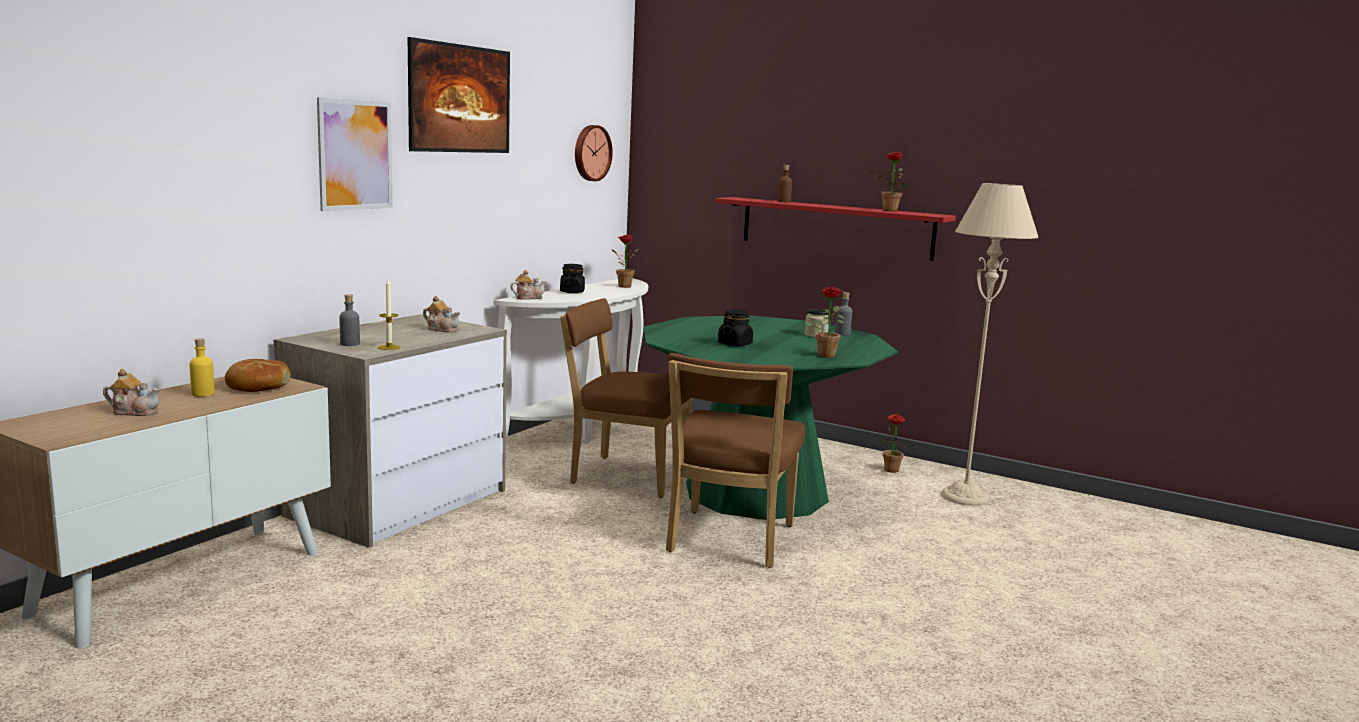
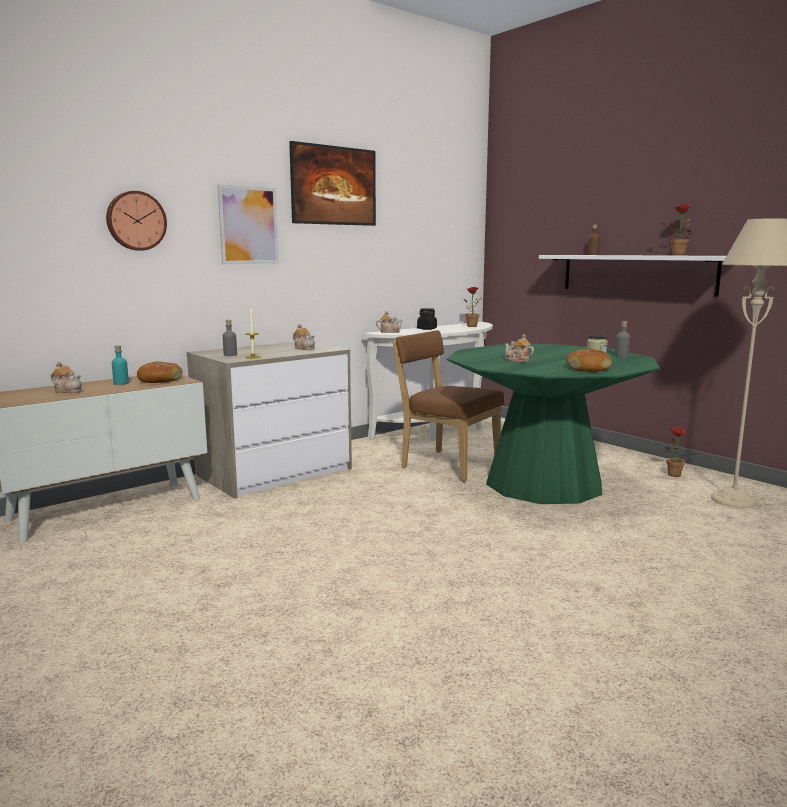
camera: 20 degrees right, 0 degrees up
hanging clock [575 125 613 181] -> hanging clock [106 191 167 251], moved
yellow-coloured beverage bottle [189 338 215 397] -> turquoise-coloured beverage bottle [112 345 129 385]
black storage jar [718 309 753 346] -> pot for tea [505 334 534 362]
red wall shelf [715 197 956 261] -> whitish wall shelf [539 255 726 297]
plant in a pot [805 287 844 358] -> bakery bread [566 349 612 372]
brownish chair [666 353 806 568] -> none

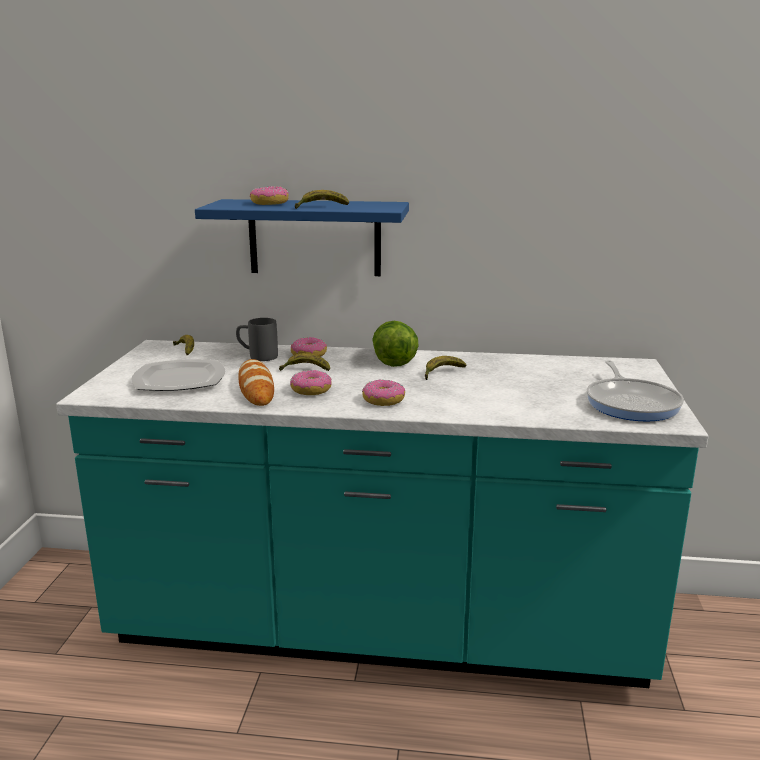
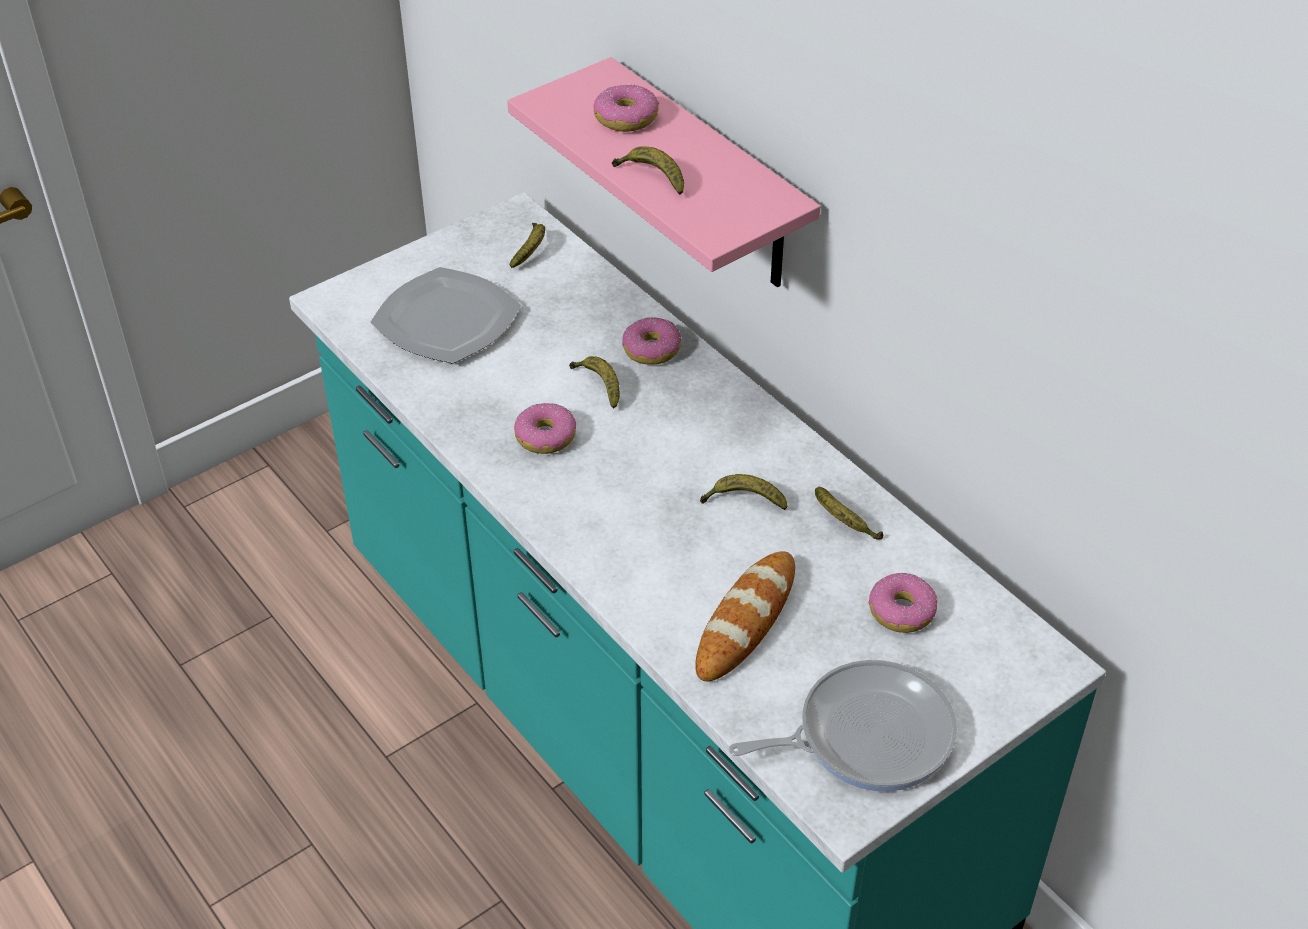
camera: 45 degrees right, 25 degrees up
blue-coloured wall shelf [195 199 409 276] -> pinkish wall shelf [507 57 820 288]
bakery bread [239 359 274 406] -> bakery bread [695 551 795 681], moved
skillet [587 360 684 422] -> skillet [729 660 957 792], 150 degrees counterclockwise
none -> banana fruit [815 487 883 540]
doughnut [362 380 405 406] -> doughnut [869 573 938 633], moved
greyish mug [236 318 278 361] -> none
lettuce [372 321 419 367] -> none

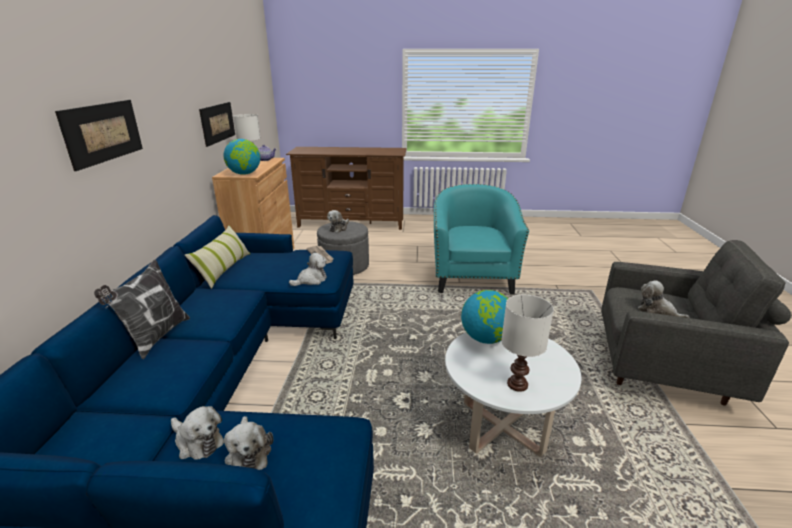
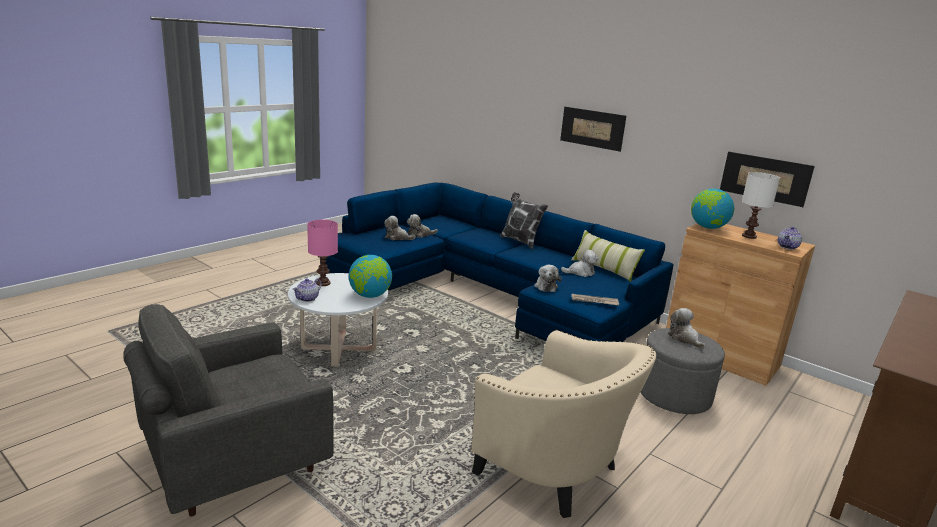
camera: 125 degrees right, 5 degrees down
none -> pot for tea [292 278 322 302]
whitish table lamp [501 295 554 392] -> pinkish table lamp [307 220 338 286]
turquoise-coloured easy chair [434 184 529 294] -> beige easy chair [471 330 656 518]
cuddly toy [638 281 689 318] -> cuddly toy [561 250 598 277], moved

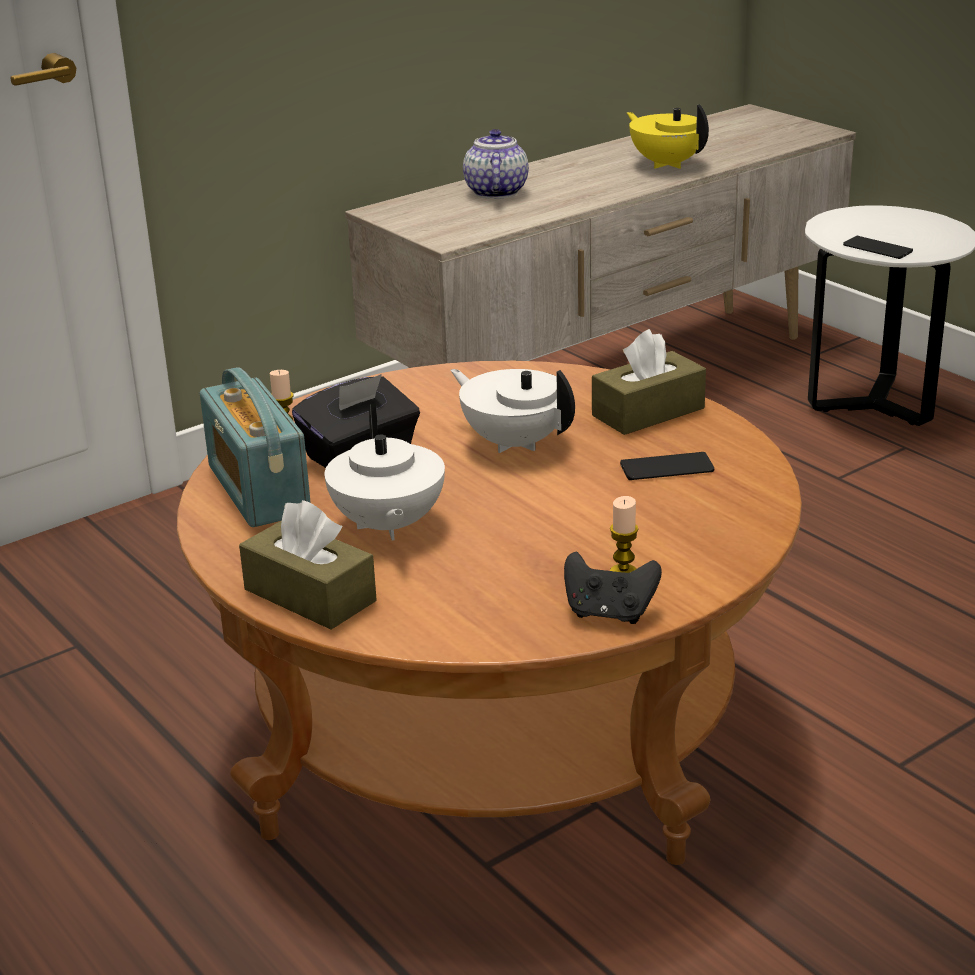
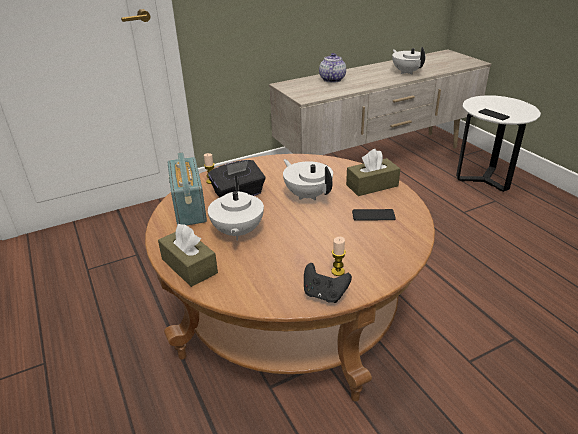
camera: 10 degrees right, 5 degrees up
yellow-coloured pot for tea [627 104 709 169] -> whitish pot for tea [392 47 426 74]

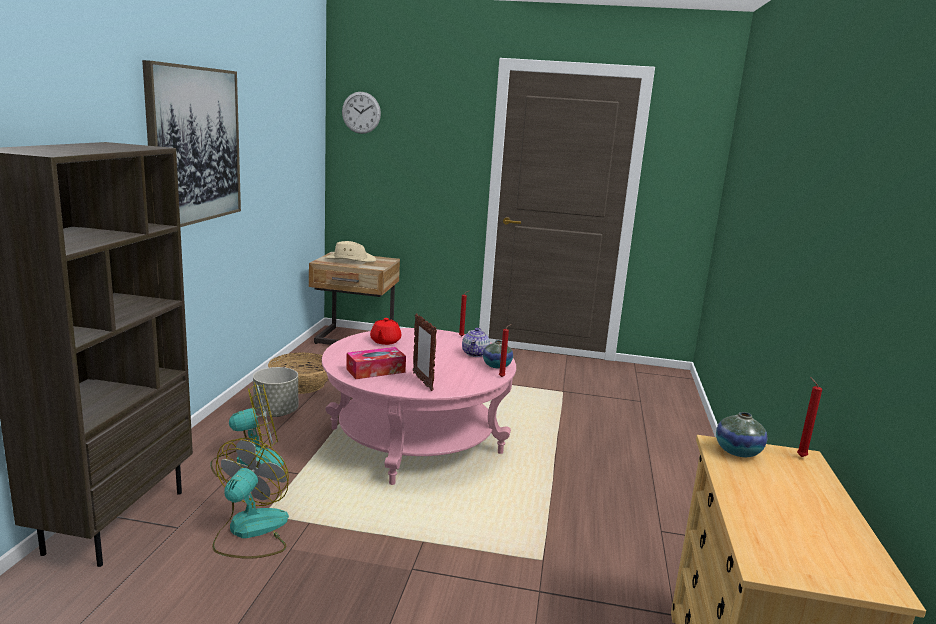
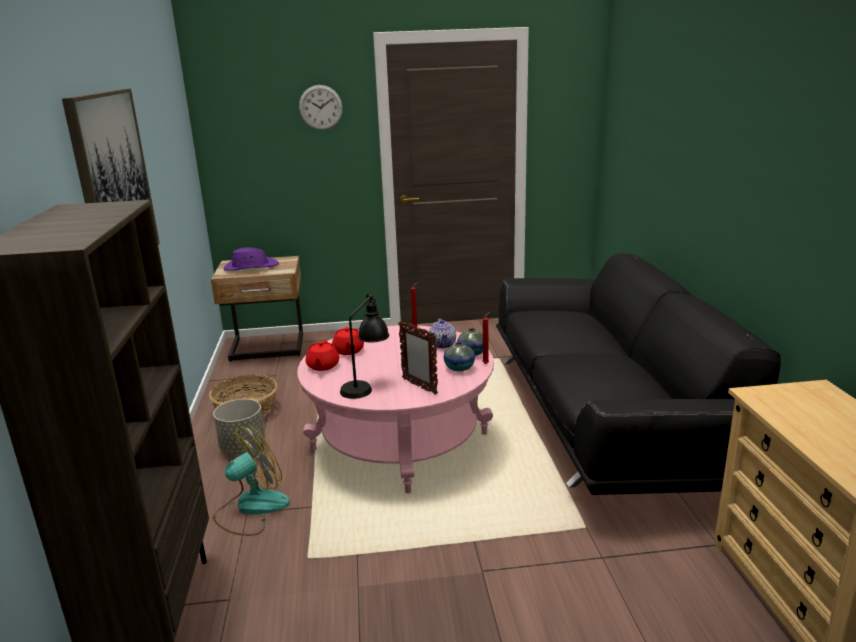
camera: 15 degrees left, 5 degrees up
beige hat [325 241 376 262] -> purplish hat [224 247 279 271]
hanging clock [342 92 381 134] -> hanging clock [299 85 343 130], moved
none -> red pot for tea [306 341 339 371]
box of tissues [346 347 406 379] -> black table lamp [340 294 389 399]
decorative vase [716 412 767 457] -> decorative vase [444 342 475 371], moved
none -> black settee [496 253 781 495]
cooling fan [212 438 289 559] -> none
red candle [797 377 822 457] -> none

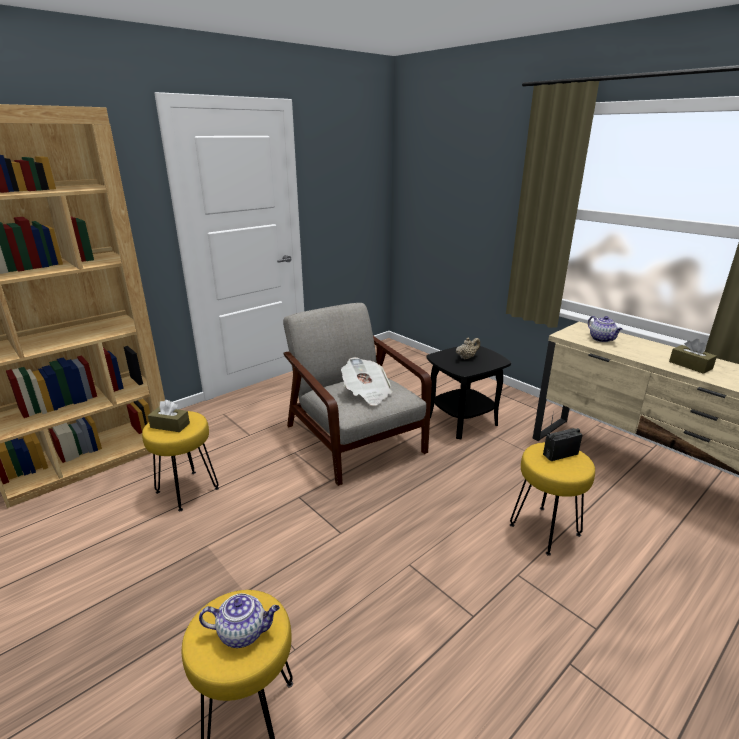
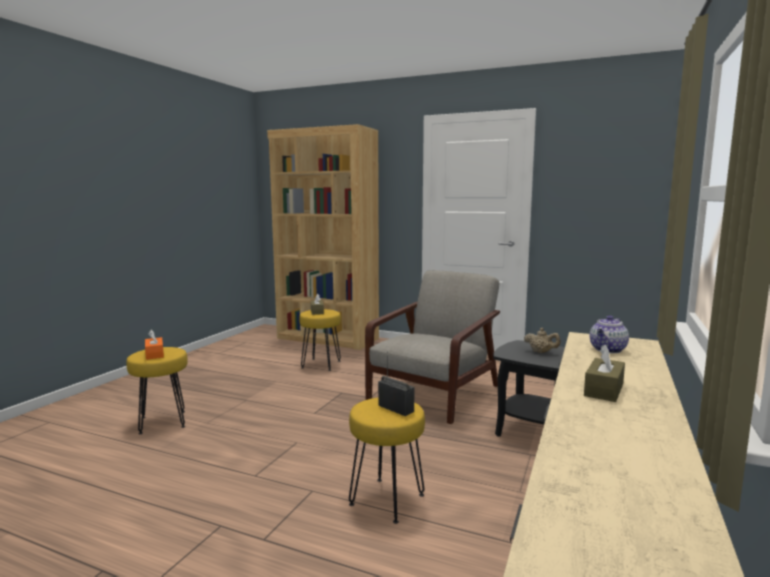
camera: 65 degrees right, 15 degrees down
pot for tea [199 593 280 648] -> orange-coloured box of tissues [145 330 164 360]
daily paper [341 357 393 406] -> none

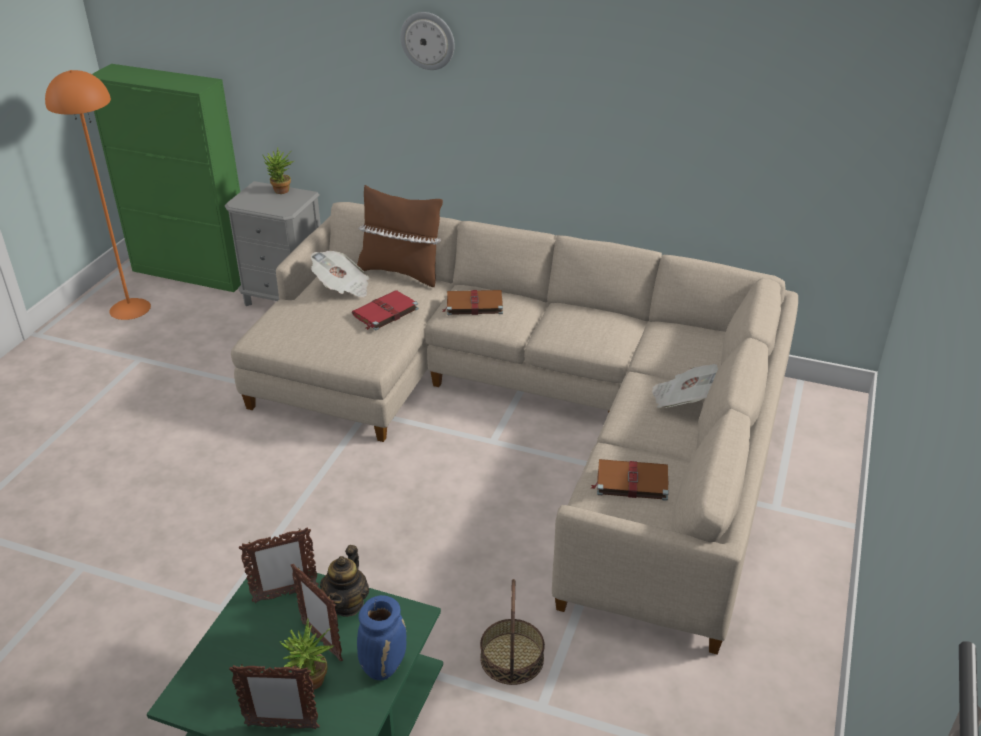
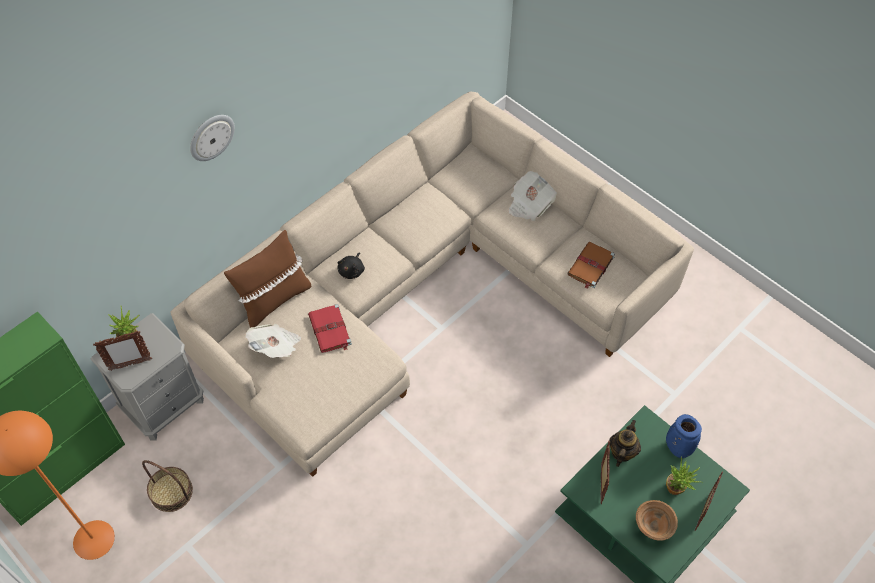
camera: 65 degrees left, 20 degrees up
photo frame [291 564 343 661] -> photo frame [93 331 152 371], moved
storage basket [480 579 545 685] -> storage basket [142 460 193 512], moved
brownish bound book [442 290 503 315] -> black cuddly toy [338 252 365 279]
pot for tea [320 545 369 617] -> pot for tea [609 420 641 467], 105 degrees counterclockwise
none -> brownish serving bowl [636 500 678 541]

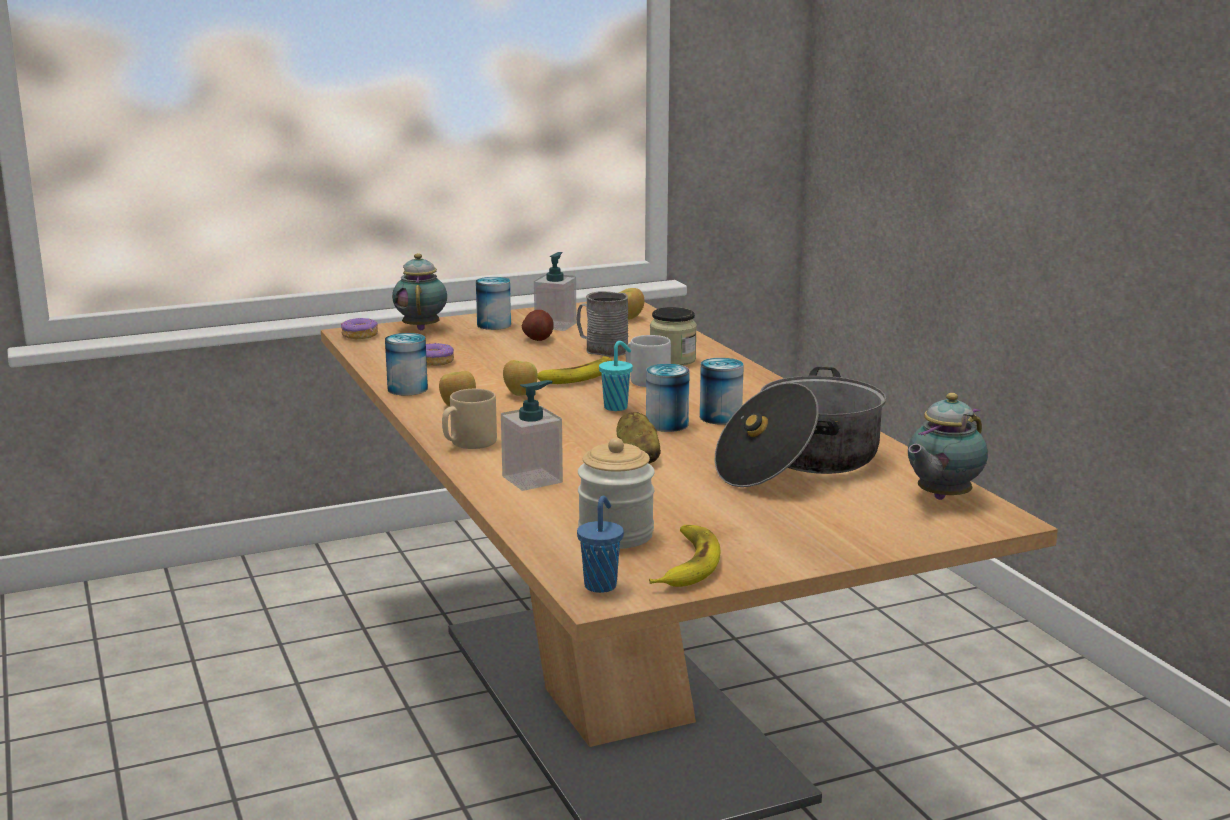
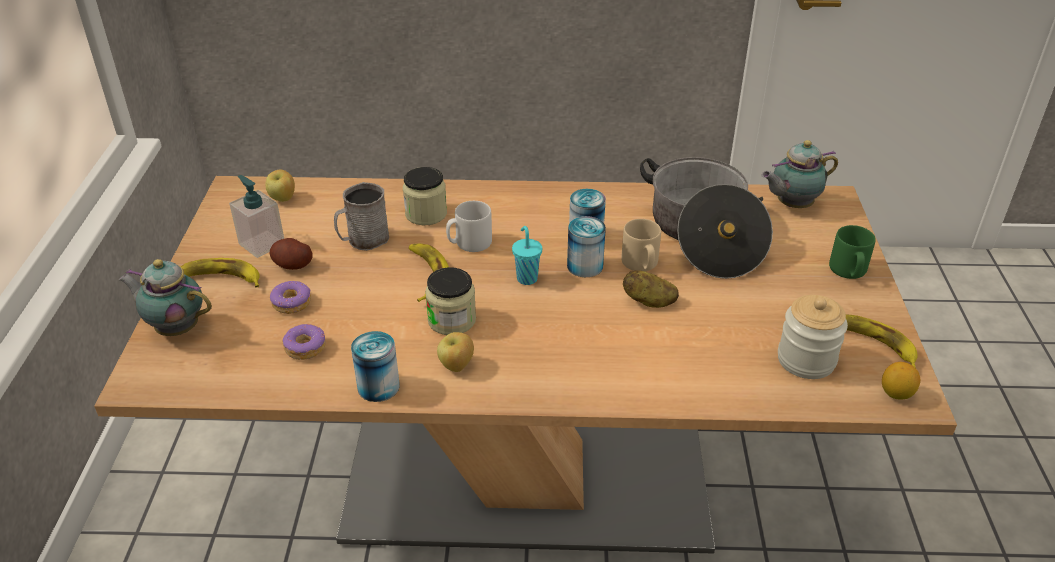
camera: 65 degrees left, 20 degrees up
metal can [476 277 511 330] -> banana fruit [180 258 260 288]
doughnut [341 318 378 339] -> doughnut [270 281 311 314], moved
whole apple [503 360 538 396] -> storage jar [425 267 476 335]
beige mug [442 389 497 449] -> beige mug [621 219 661 271], moved
pot for tea [908 393 988 500] -> pot for tea [761 140 838 208], 90 degrees clockwise
none -> greenish mug [829 225 876 279]
blue-coloured small cup [577 496 624 593] -> whole lemon [882 362 920 400]
liquid soap bottle [501 380 563 491] -> none

